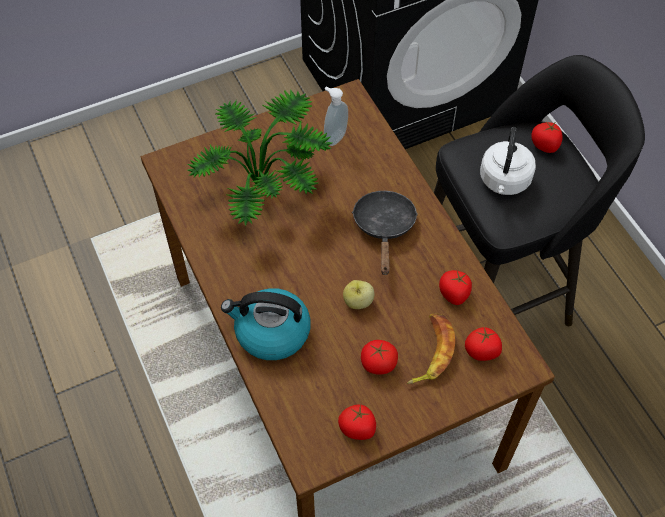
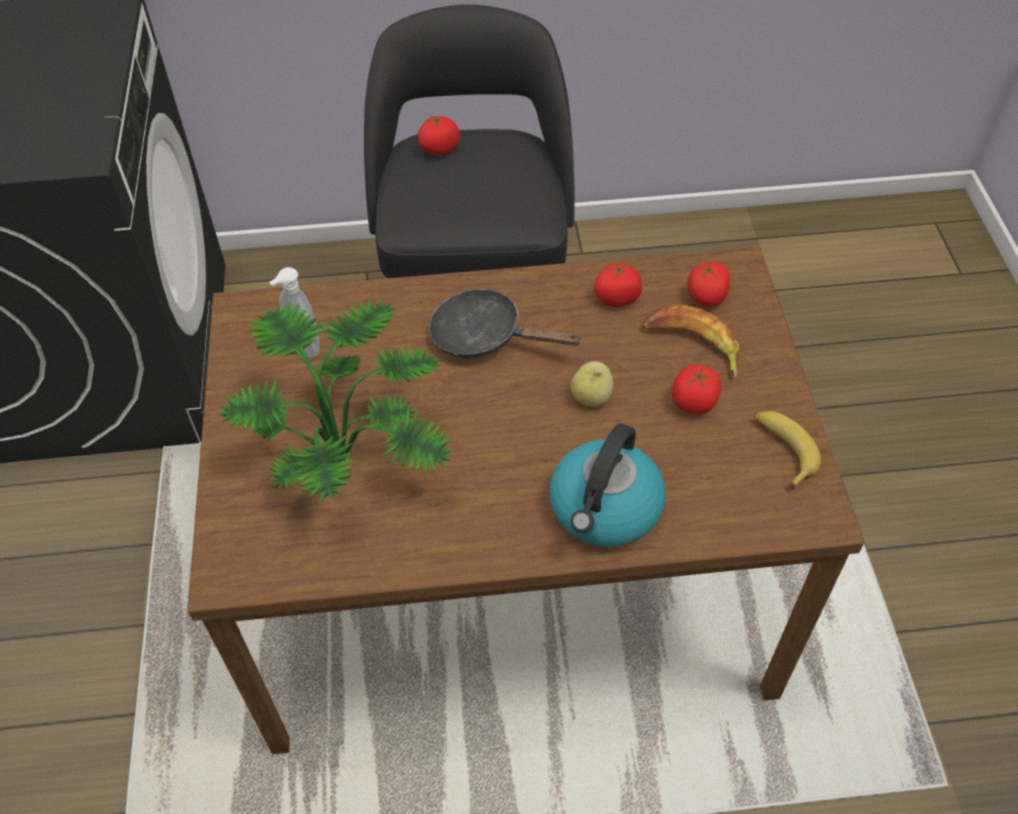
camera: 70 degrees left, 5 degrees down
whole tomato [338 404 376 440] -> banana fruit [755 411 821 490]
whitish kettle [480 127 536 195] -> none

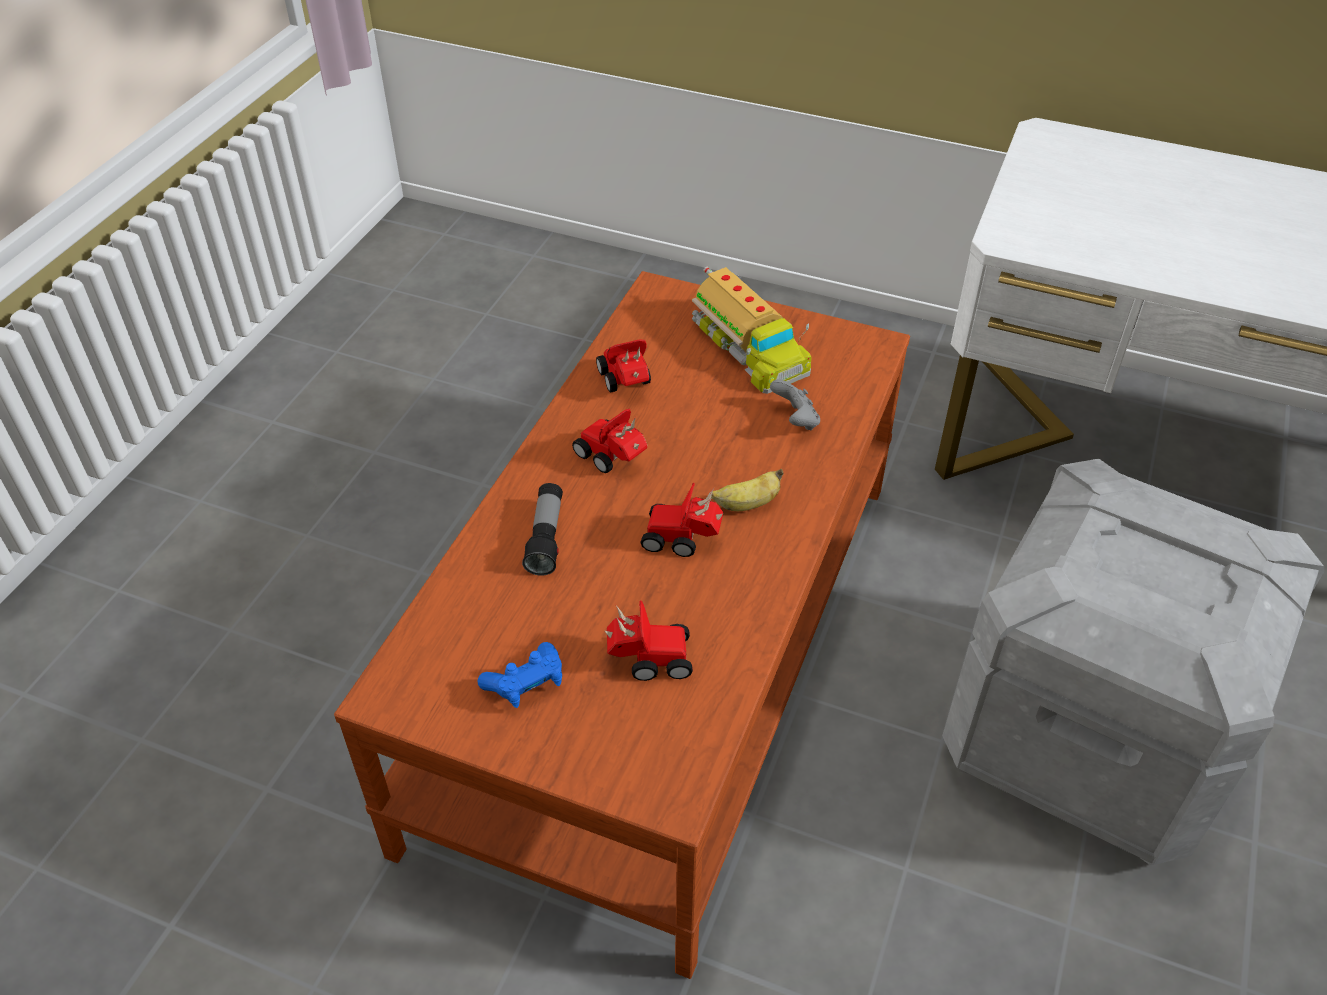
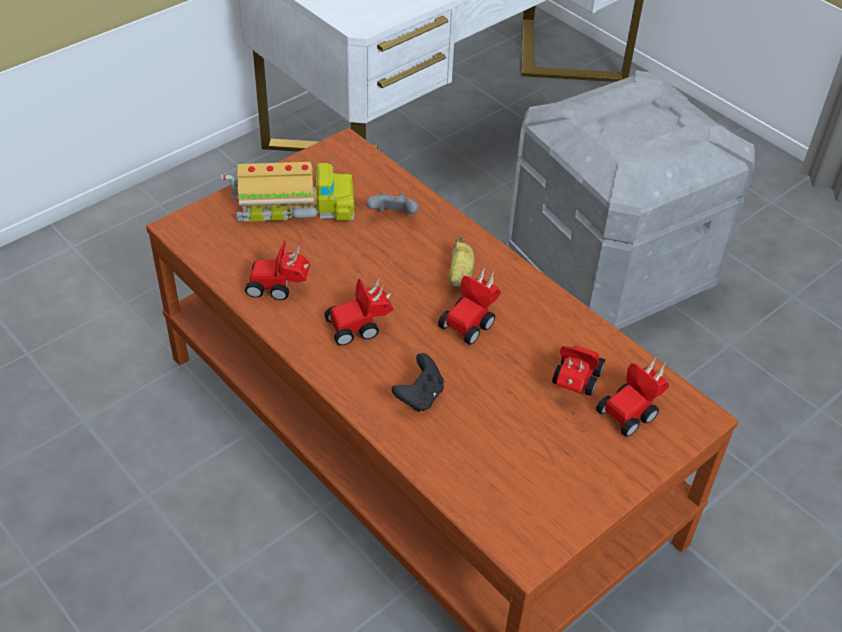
camera: 65 degrees left, 0 degrees up
flashlight [522 483 563 576] -> black gamepad [392 353 444 412]
none -> miniature car [596 355 669 437]
blue-coloured gamepad [478 642 562 708] -> none

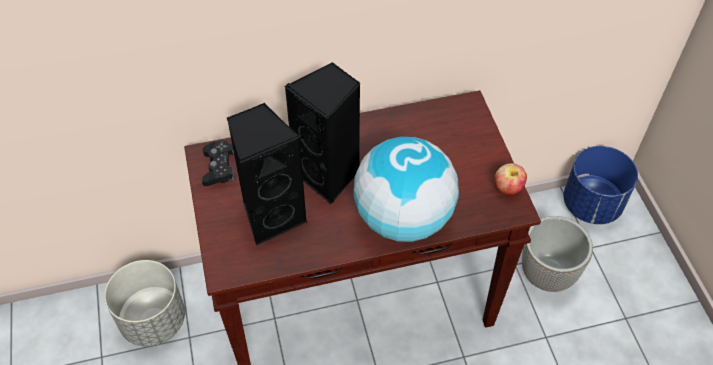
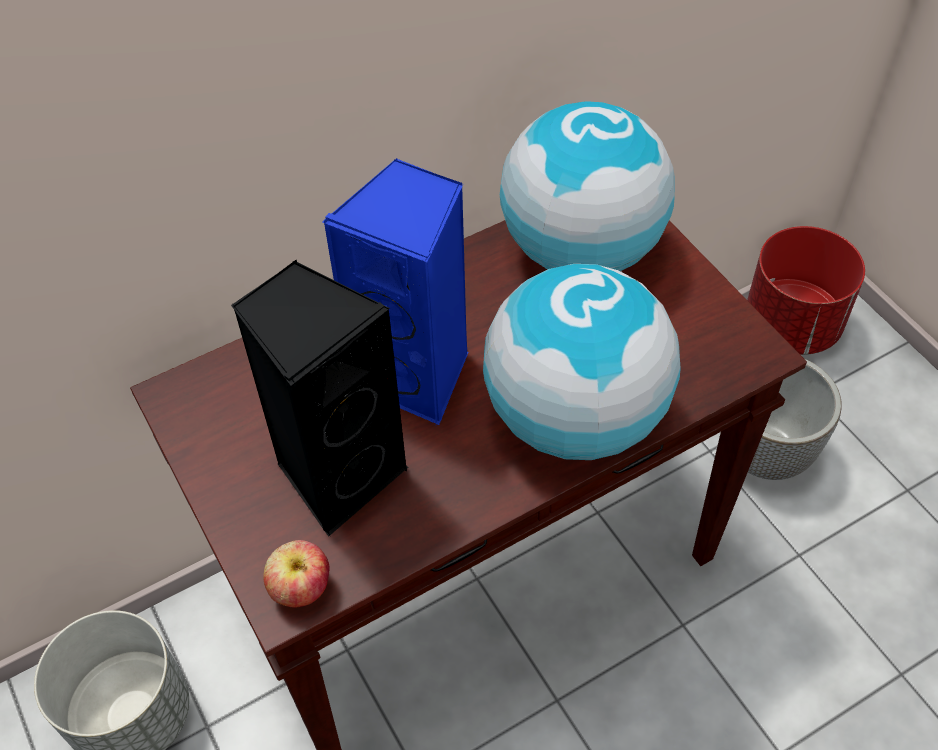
camera: 15 degrees left, 0 degrees up
whole apple [494 163 527 195] -> whole apple [263 540 330 608], moved
black speaker [284 62 361 204] -> blue-coloured speaker [322 159 469 425]
none -> world globe [500 101 675 271]
blue-coloured flower pot [564 146 638 224] -> red flower pot [747 226 865 355]
black gamepad [202 140 235 186] -> none

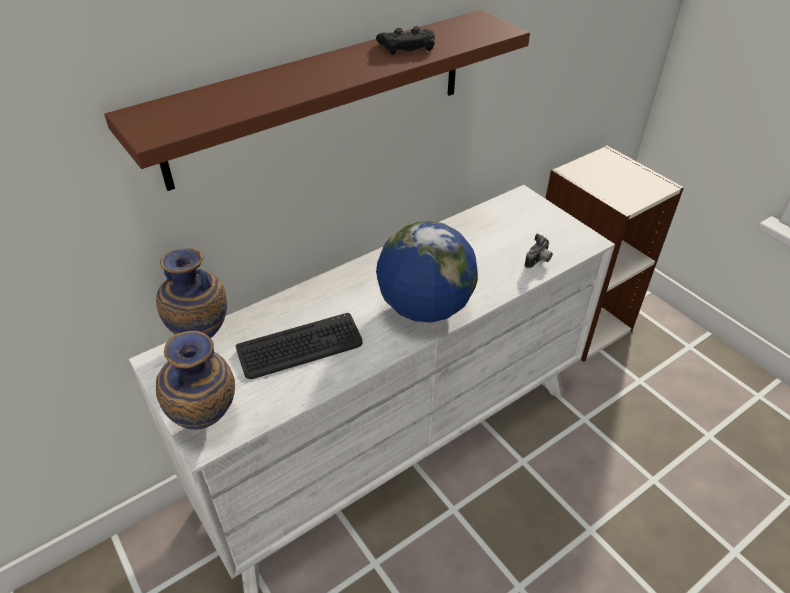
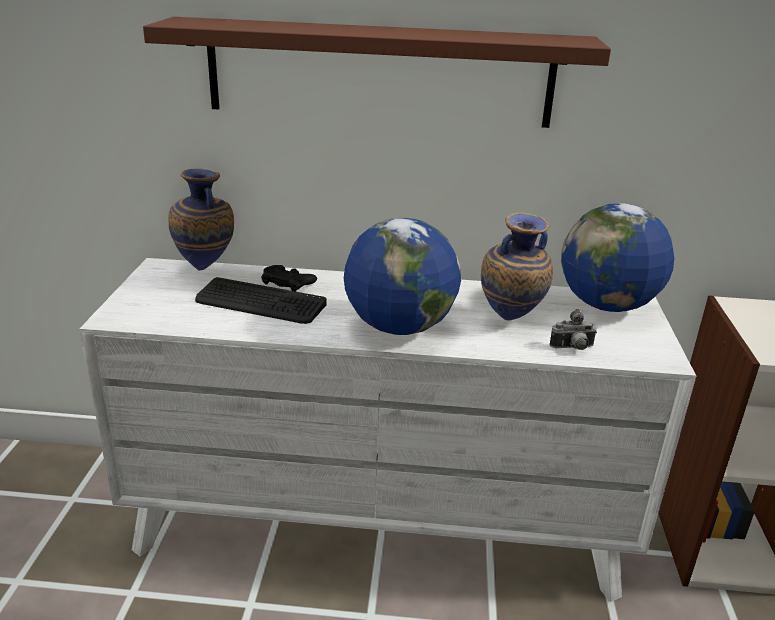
camera: 40 degrees right, 15 degrees down
black gamepad [376 26 435 55] -> black gamepad [261 265 317 292], moved
decorative vase [156 331 235 430] -> decorative vase [481 212 553 320], moved
none -> world globe [561 203 674 312]

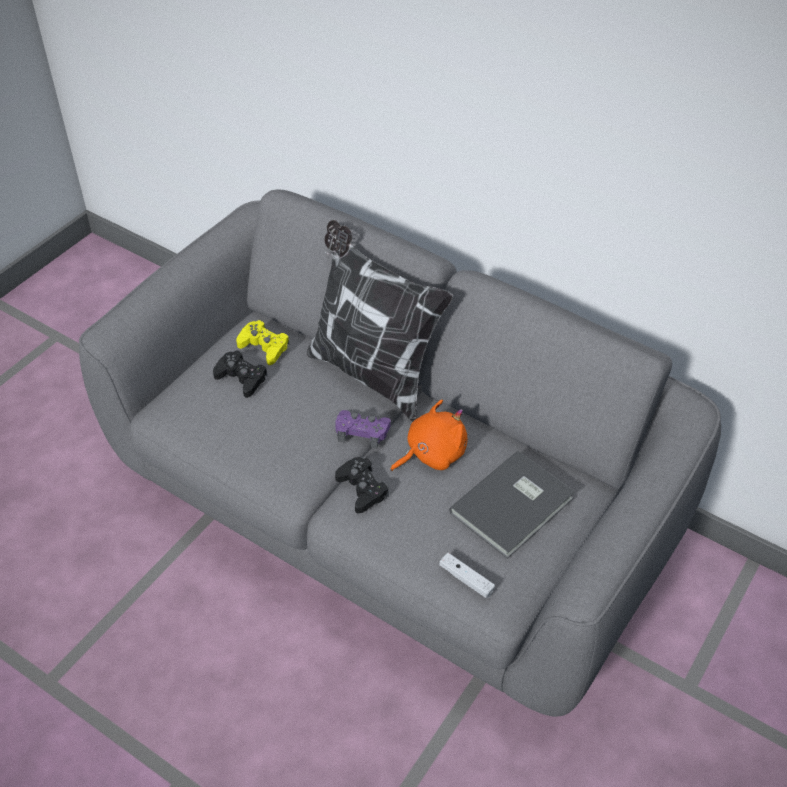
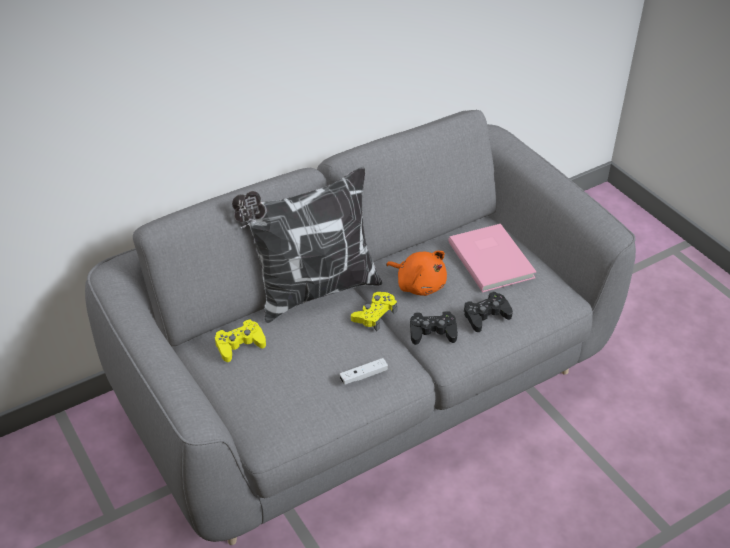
camera: 65 degrees left, 5 degrees down
whitish gamepad [439 553 495 598] -> whitish gamepad [340 358 388 385], moved
purplish gamepad [335 410 391 448] -> yellow-coloured gamepad [351 292 397 331]
orange-coloured cuddly toy [390 400 468 471] -> orange-coloured cuddly toy [386 251 447 296], 135 degrees clockwise
greyish bound book [449 451 575 559] -> pinkish bound book [448 224 536 292]
black gamepad [213 350 268 398] -> black gamepad [464 292 513 332], moved

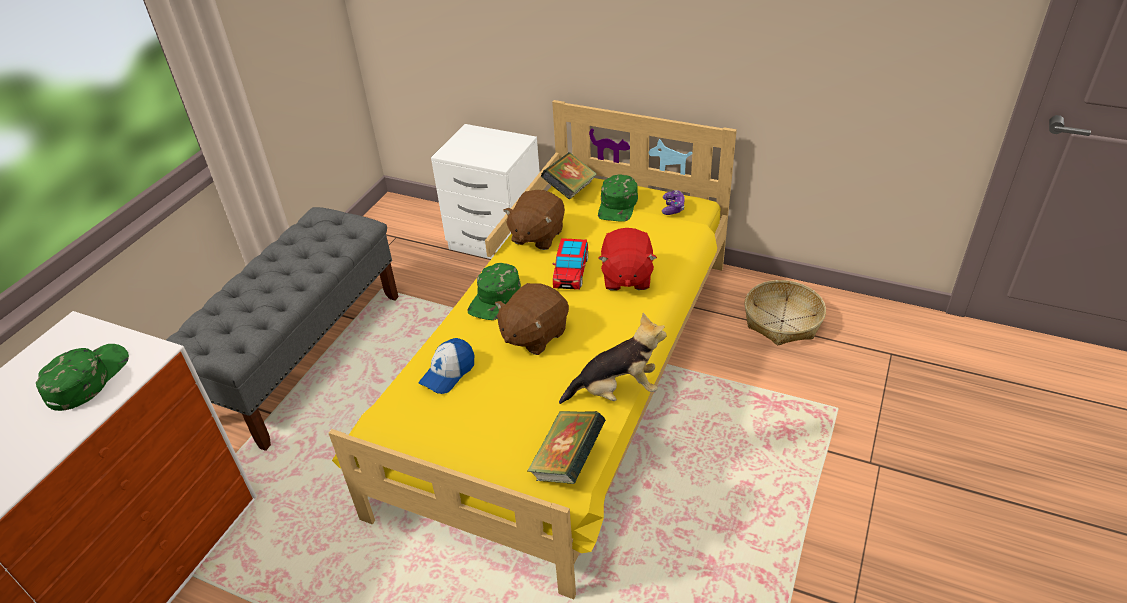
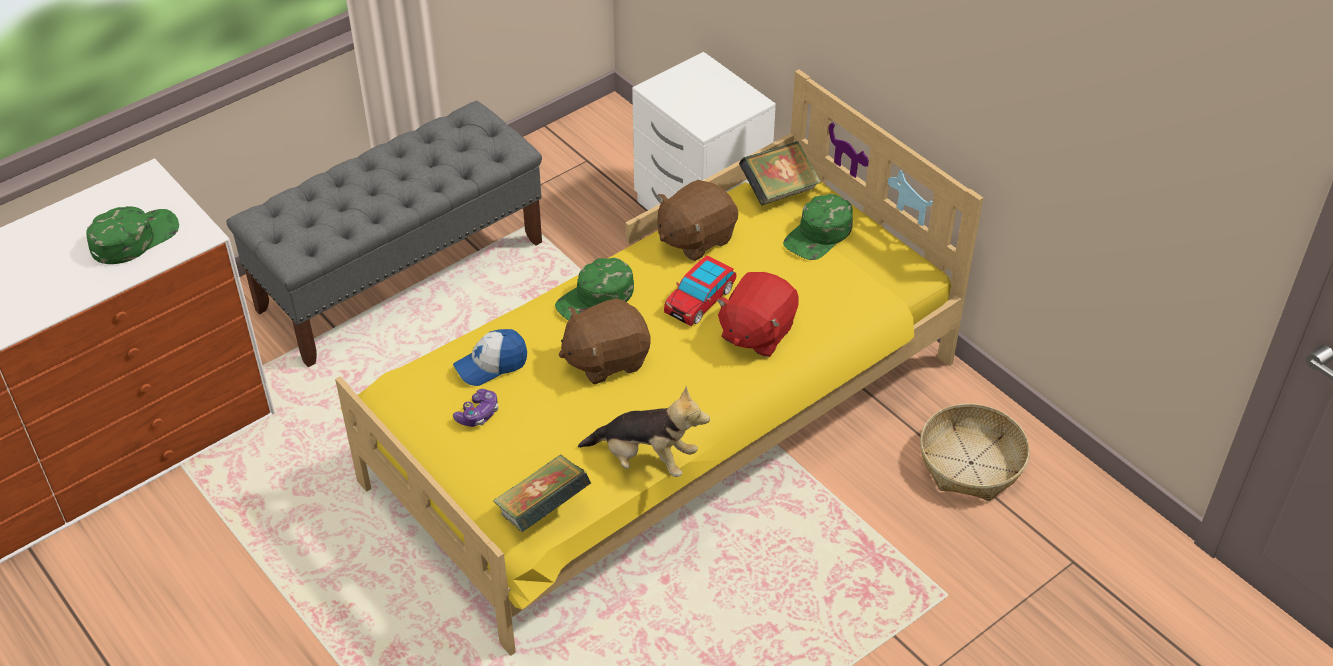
camera: 25 degrees right, 5 degrees up
gamepad [662 190 685 215] -> gamepad [453 389 498 427], moved

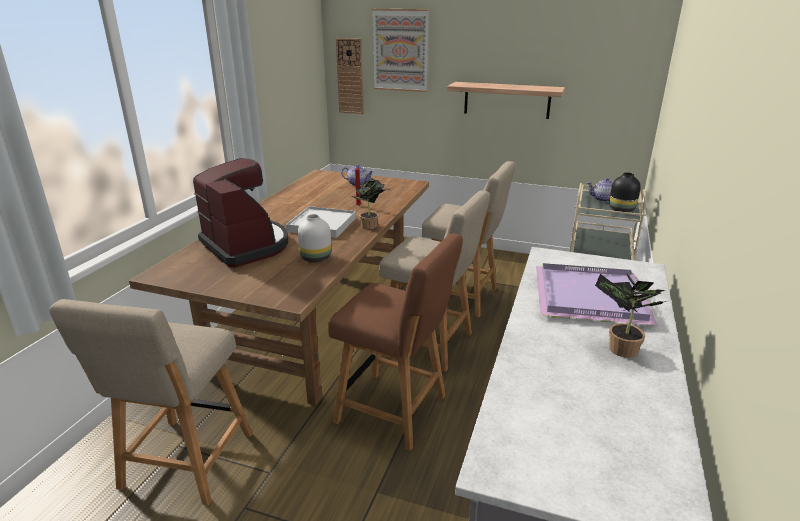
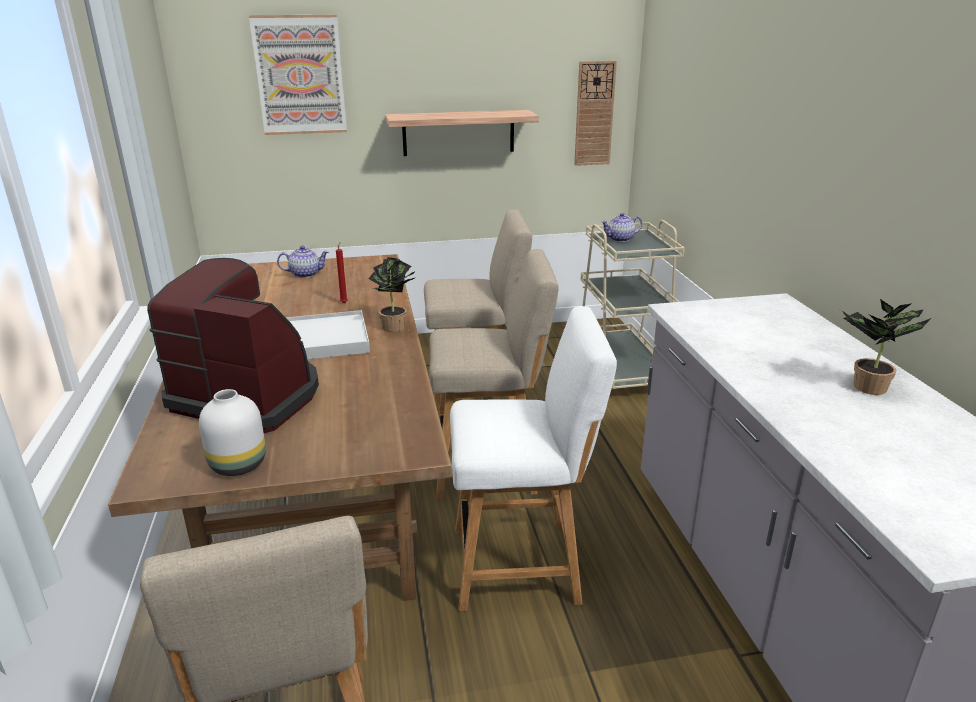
camera: 30 degrees left, 0 degrees up
whitish decorative vase [298 214 331 263] -> whitish decorative vase [199 389 266 476], moved
brownish chair [328 234 463 451] -> whitish chair [450 306 617 611]
hanging clock [336 38 364 114] -> hanging clock [574 61 617 166], moved
purplish carrying tray [536 263 658 326] -> none
black decorative vase [609 172 641 212] -> none

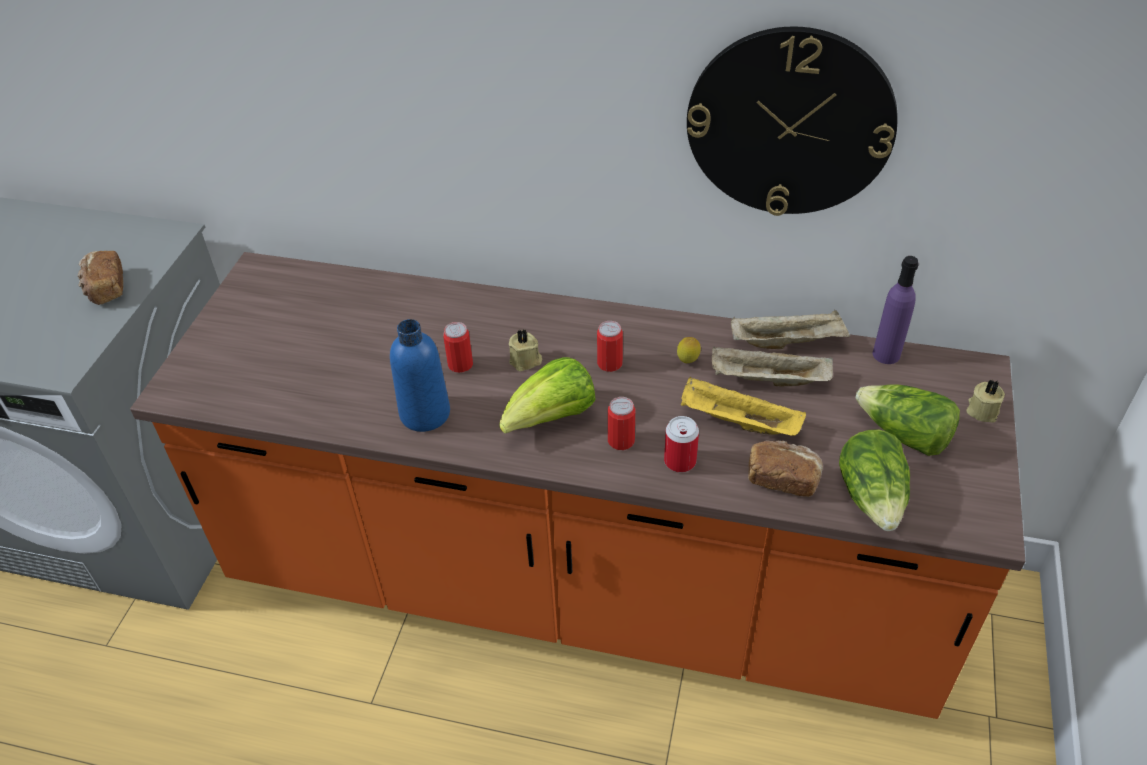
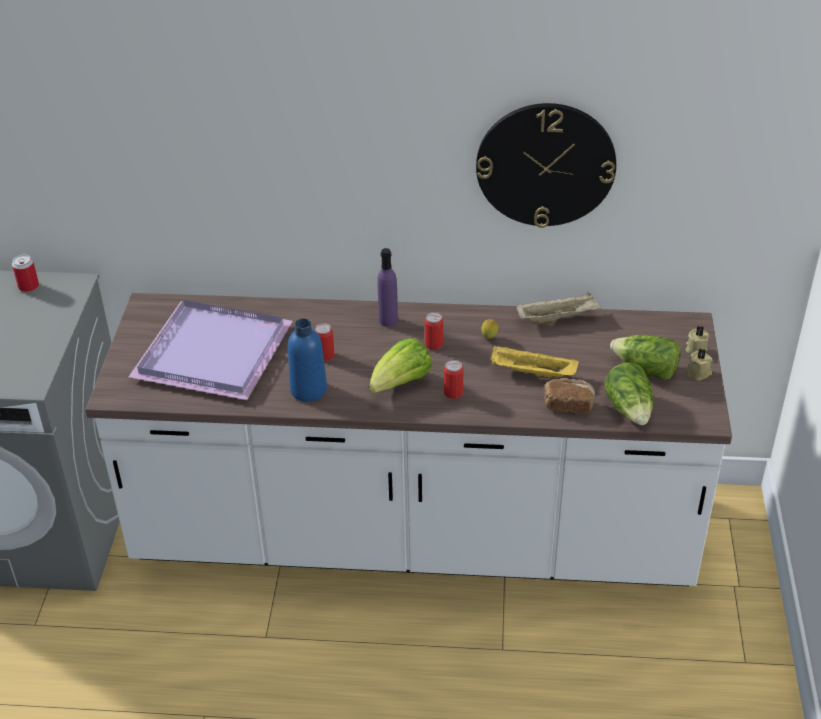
camera: 10 degrees left, 5 degrees down
metal can [664 416 699 472] -> metal can [12 255 39 292], moved
orange-coloured kitchen base unit [130 252 1025 719] -> whitish kitchen base unit [85 293 732 586]
none -> purplish carrying tray [129 300 293 400]
purplish beverage bottle [873 256 919 364] -> purplish beverage bottle [377 248 398 327], moved
beige candle [509 329 542 371] -> beige candle [688 349 713 381], moved
bakery bread [78 251 123 305] -> none
beige carrying tray [712 347 833 387] -> none

